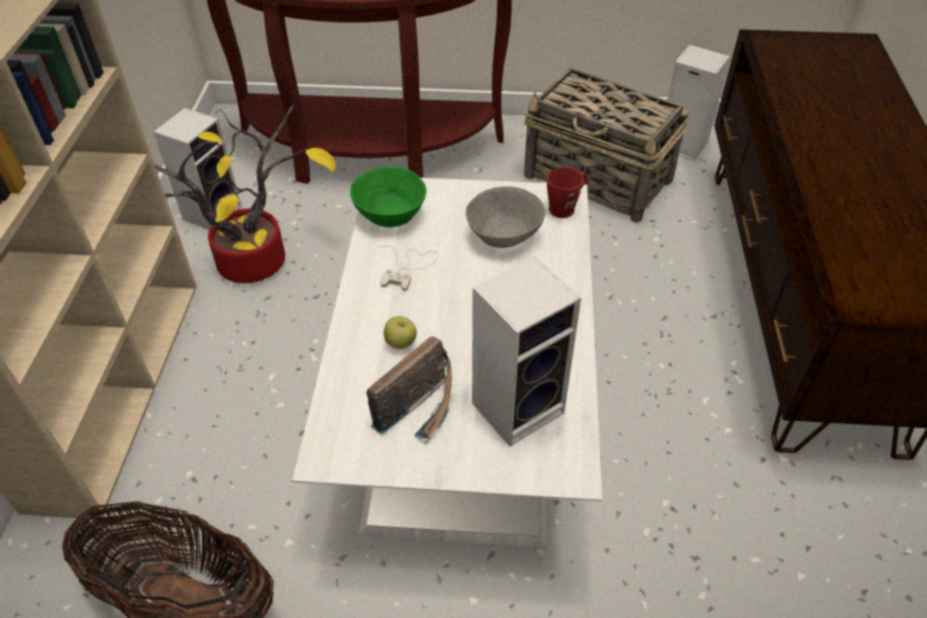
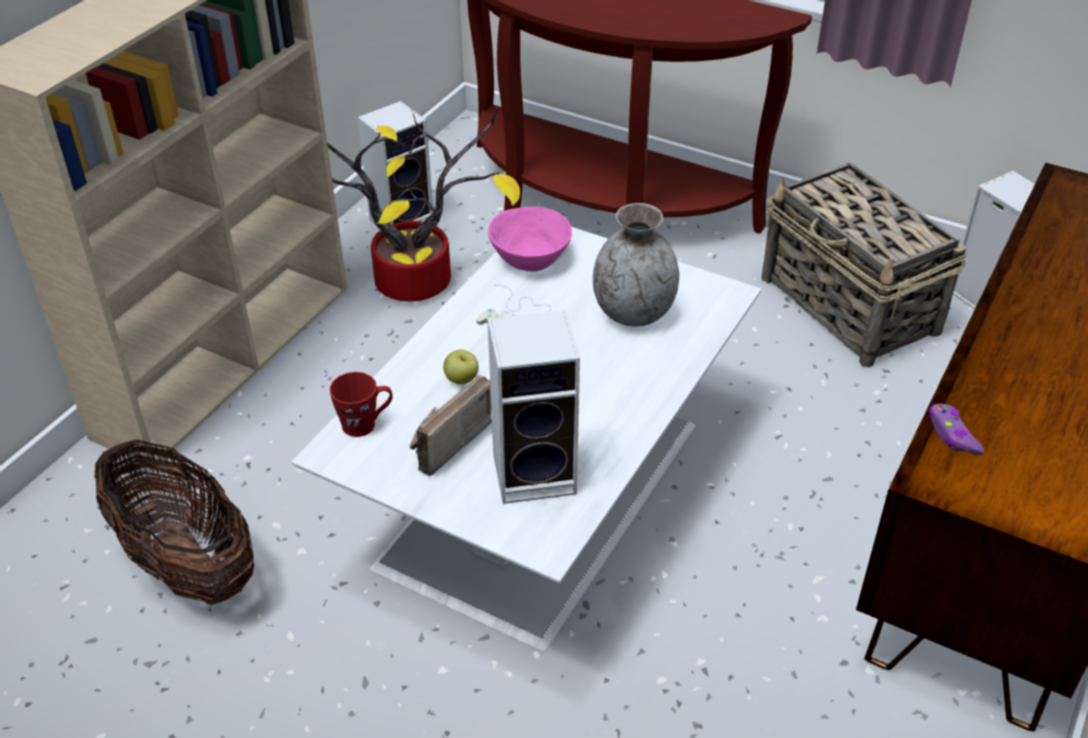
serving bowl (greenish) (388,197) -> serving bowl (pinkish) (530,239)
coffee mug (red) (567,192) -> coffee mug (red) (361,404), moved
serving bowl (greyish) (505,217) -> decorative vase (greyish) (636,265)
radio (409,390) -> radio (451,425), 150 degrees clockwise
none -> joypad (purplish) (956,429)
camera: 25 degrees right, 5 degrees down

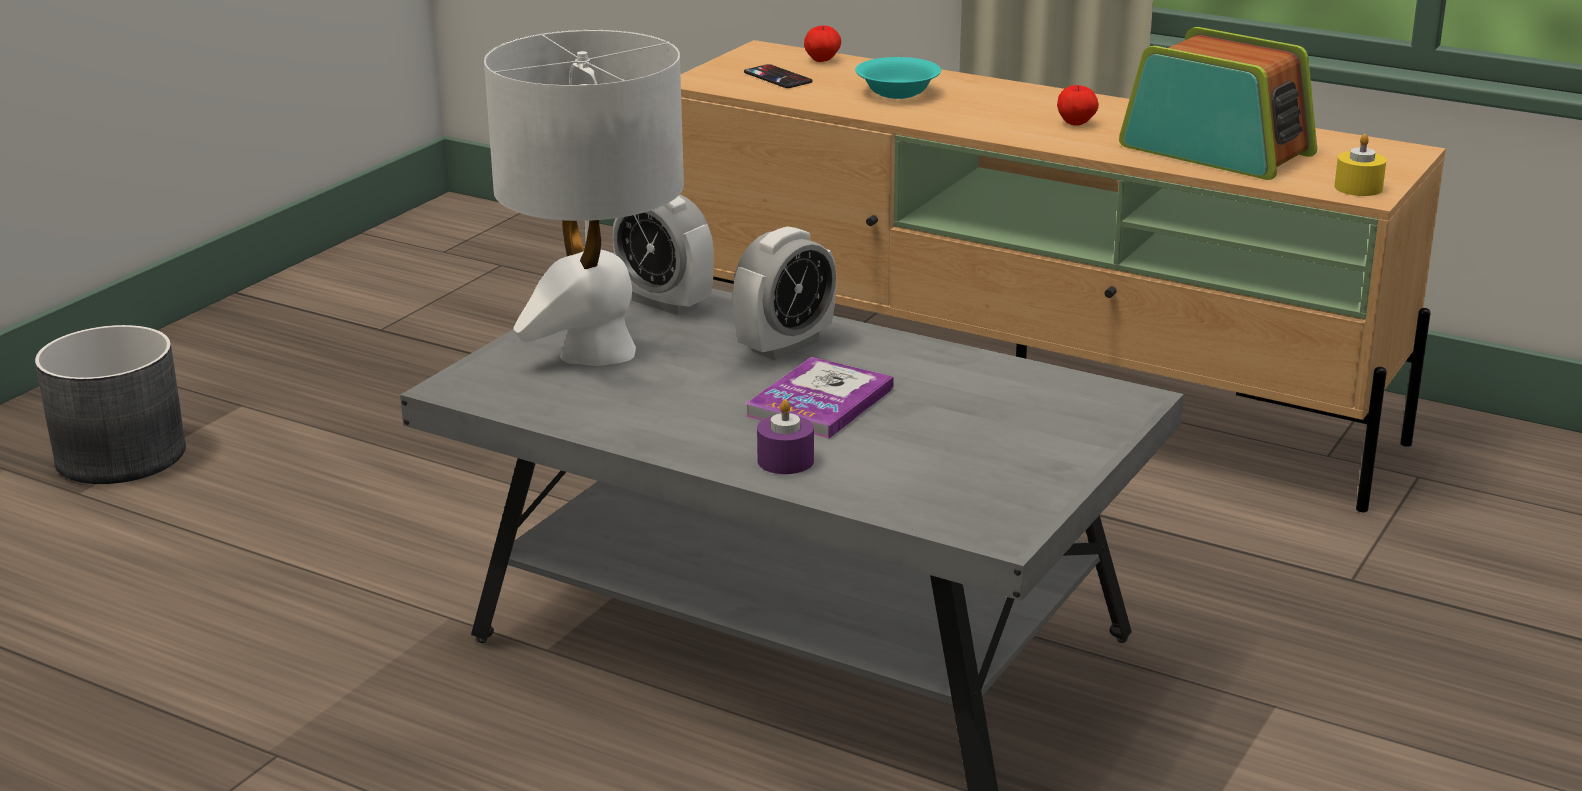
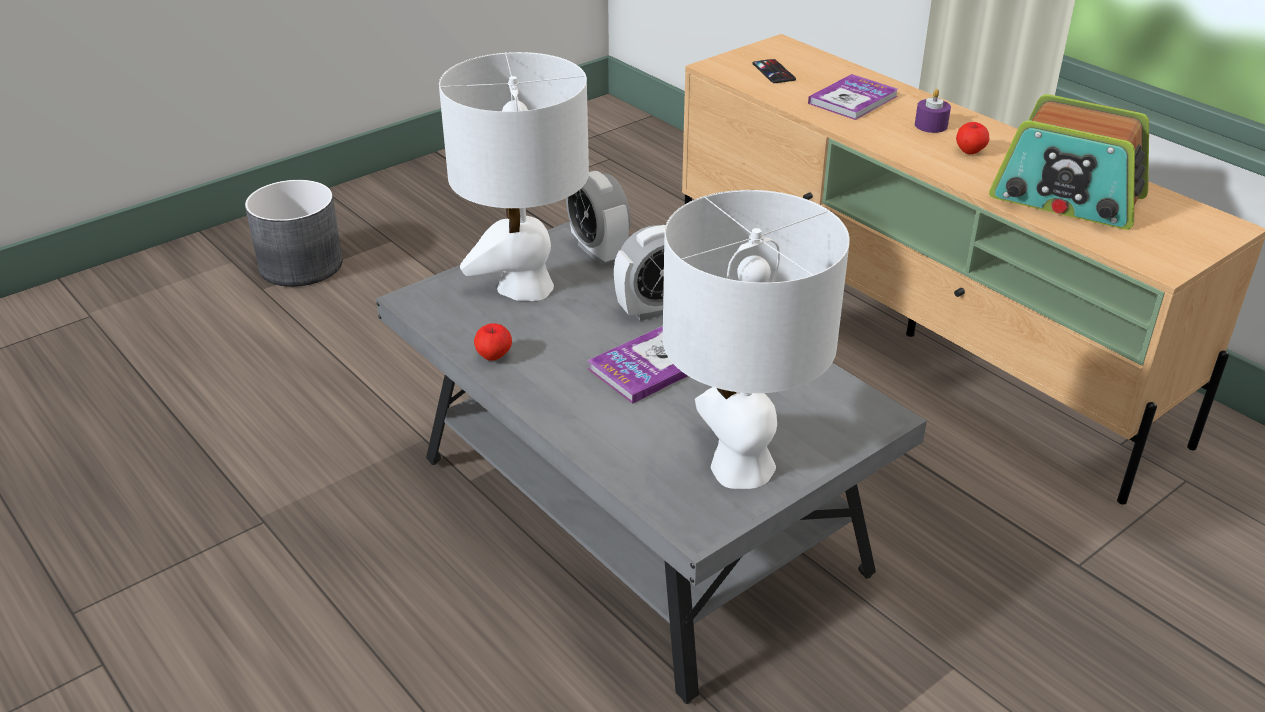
apple (822,44) -> apple (493,342), moved
radio (1218,103) -> radio (1069,161), 150 degrees clockwise
serving bowl (turquoise) (898,78) -> volume (853,97)
wax light (yellow) (1360,165) -> none
wax light (purplish) (785,436) -> wax light (purplish) (933,111), moved
none -> table lamp (white) (756,339)
camera: 20 degrees right, 10 degrees up

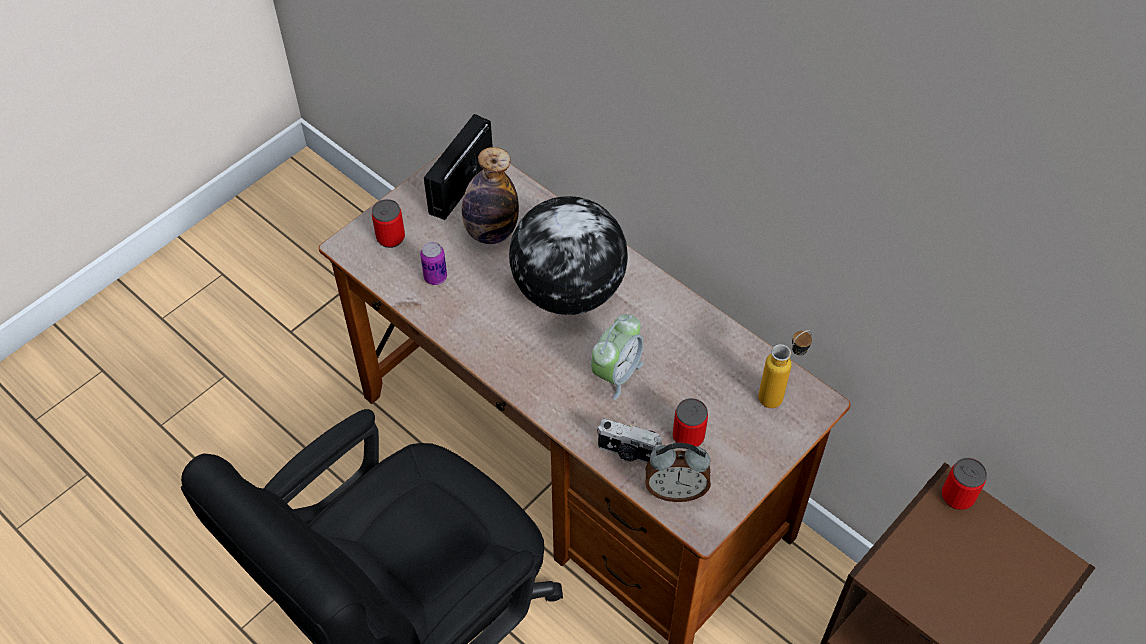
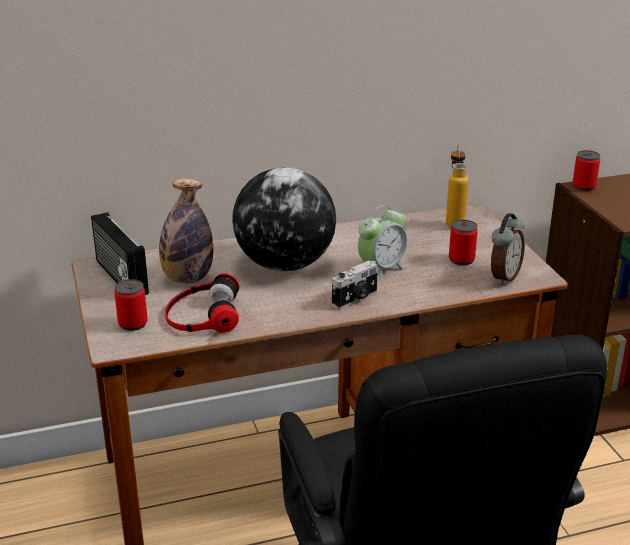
metal can (433,263) -> headphones (202,303)
bedside clock (617,357) -> bedside clock (382,242), 75 degrees clockwise
still camera (629,441) -> still camera (355,285), moved
camera: 60 degrees left, 25 degrees down

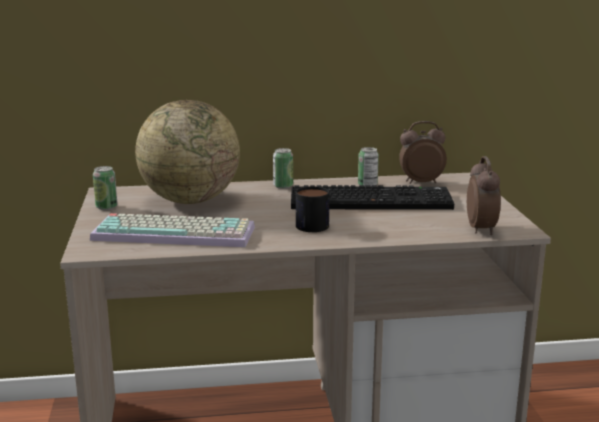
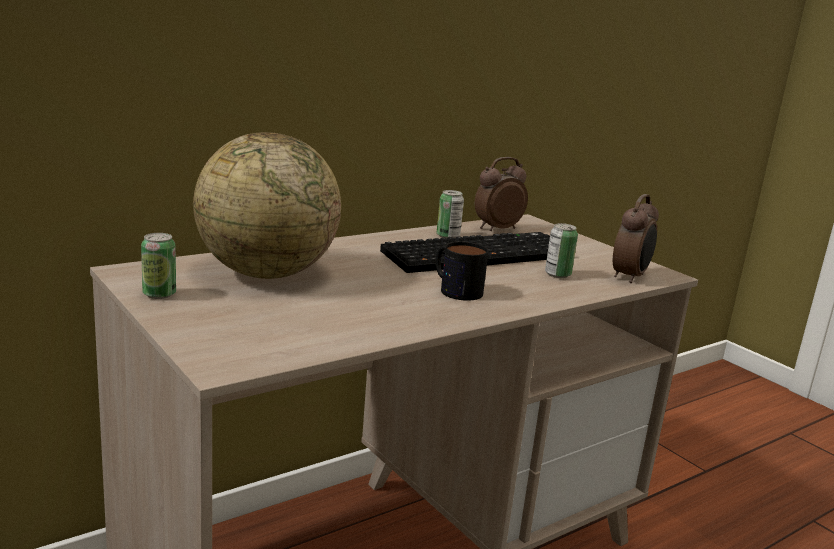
metal can (283,168) -> metal can (561,250), moved
bedside clock (484,195) -> bedside clock (636,238), 60 degrees clockwise
keyboard (172,230) -> none
camera: 30 degrees left, 0 degrees up

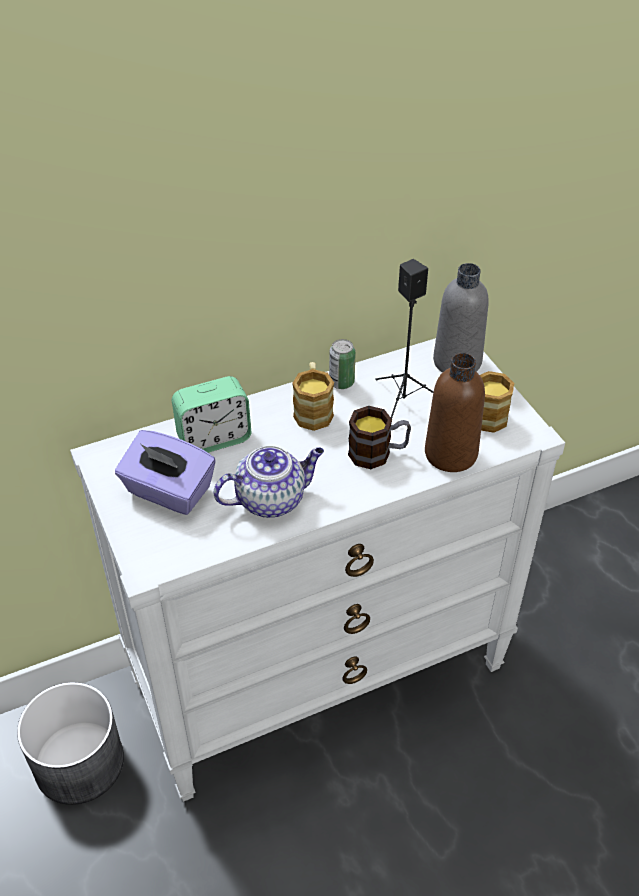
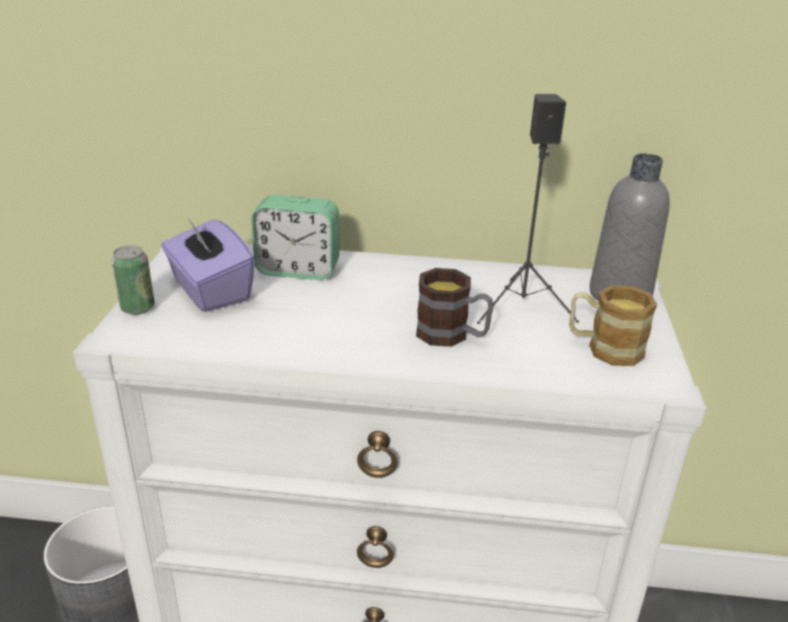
metal can (342,364) -> metal can (133,280), moved
drink bottle (brown-coloured) (455,412) -> none
coffee mug (313,396) -> none
pot for tea (269,482) -> none
camera: 30 degrees right, 15 degrees down

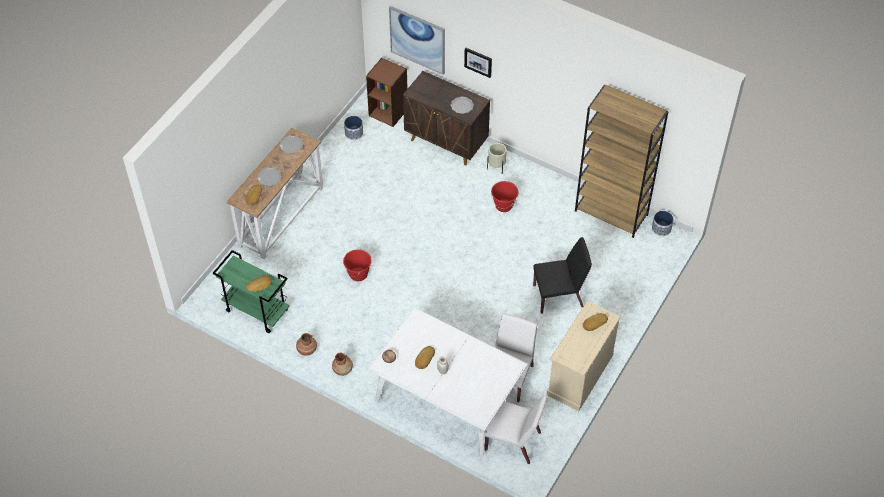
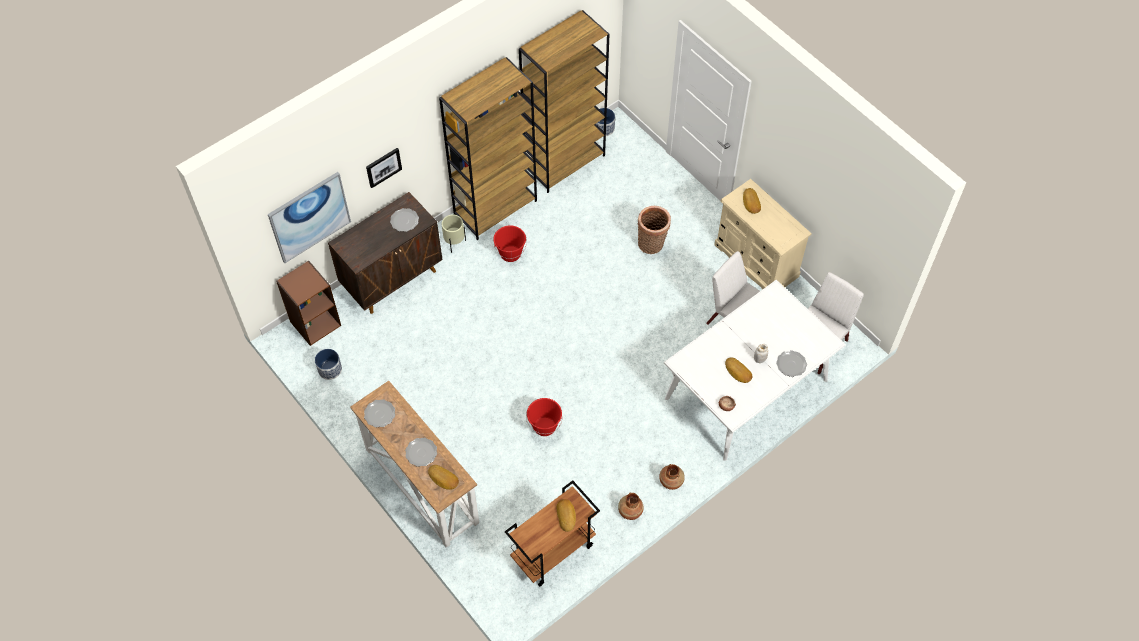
upright chair (blackish) (562,275) -> storage basket (654,230)
wheeled cart (greenish) (251,291) -> wheeled cart (brown-coloured) (552,533)
none -> shelving unit (brown-coloured) (488,148)
none -> flat dish (791,363)
camera: 70 degrees left, 5 degrees up

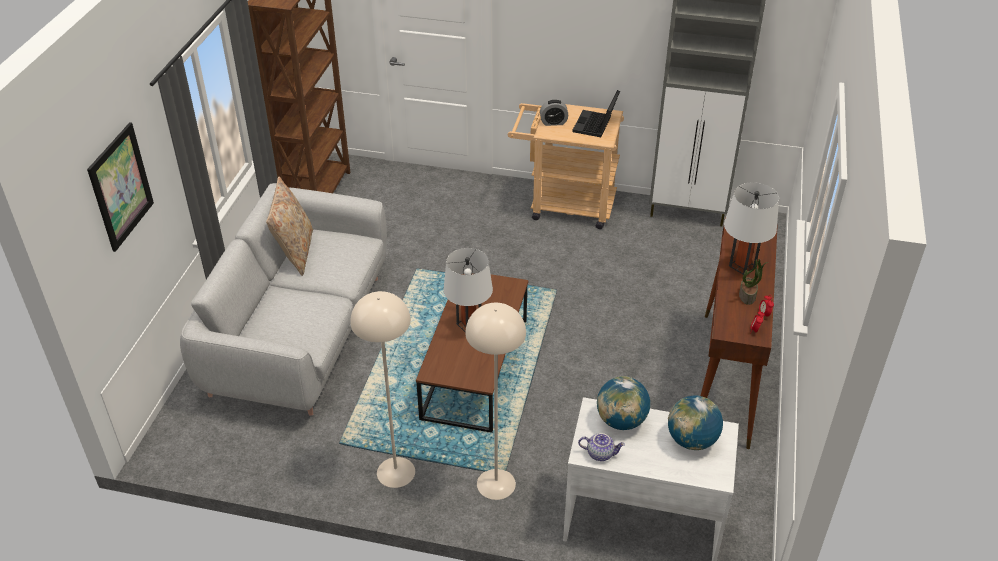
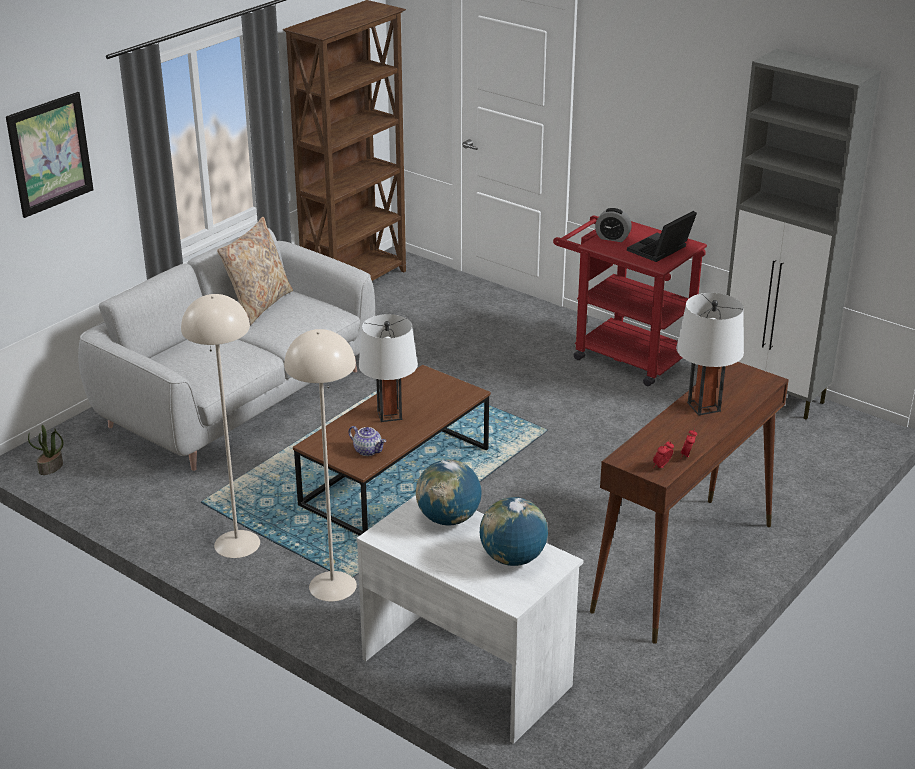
wheeled cart (beige-coloured) (566,166) -> wheeled cart (red) (630,300)
houseplant (753,282) -> houseplant (46,450), moved
pot for tea (601,447) -> pot for tea (367,441), moved
camera: 25 degrees right, 10 degrees down

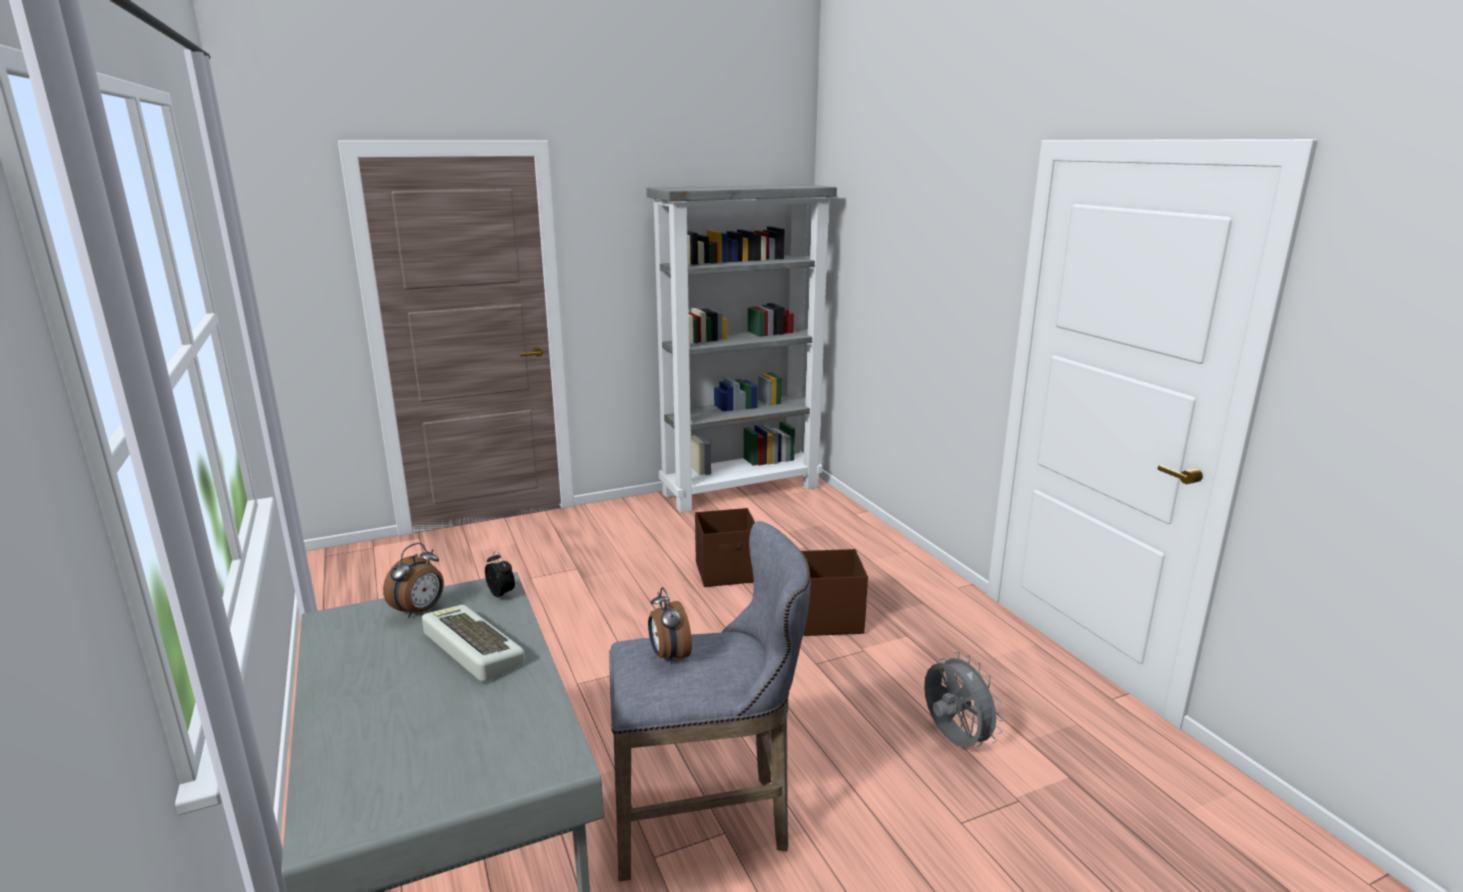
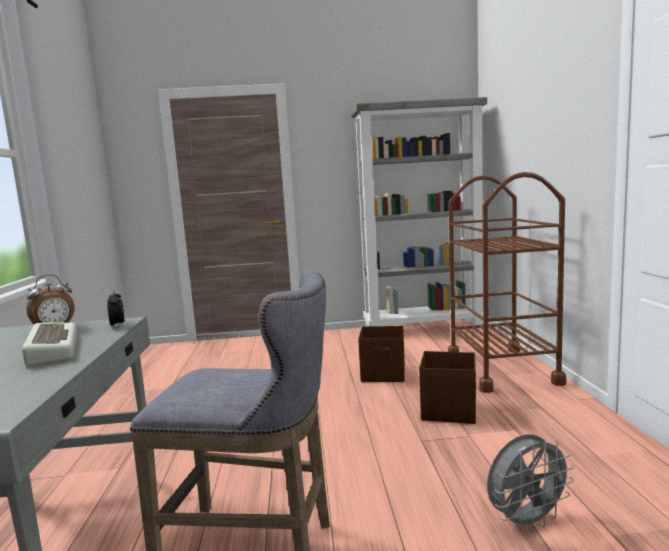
bedside clock (670,626) -> none
fan (greyish) (964,700) -> fan (greyish) (531,483), 75 degrees clockwise
none -> wheeled cart (brown-coloured) (507,282)
camera: 20 degrees right, 10 degrees down

